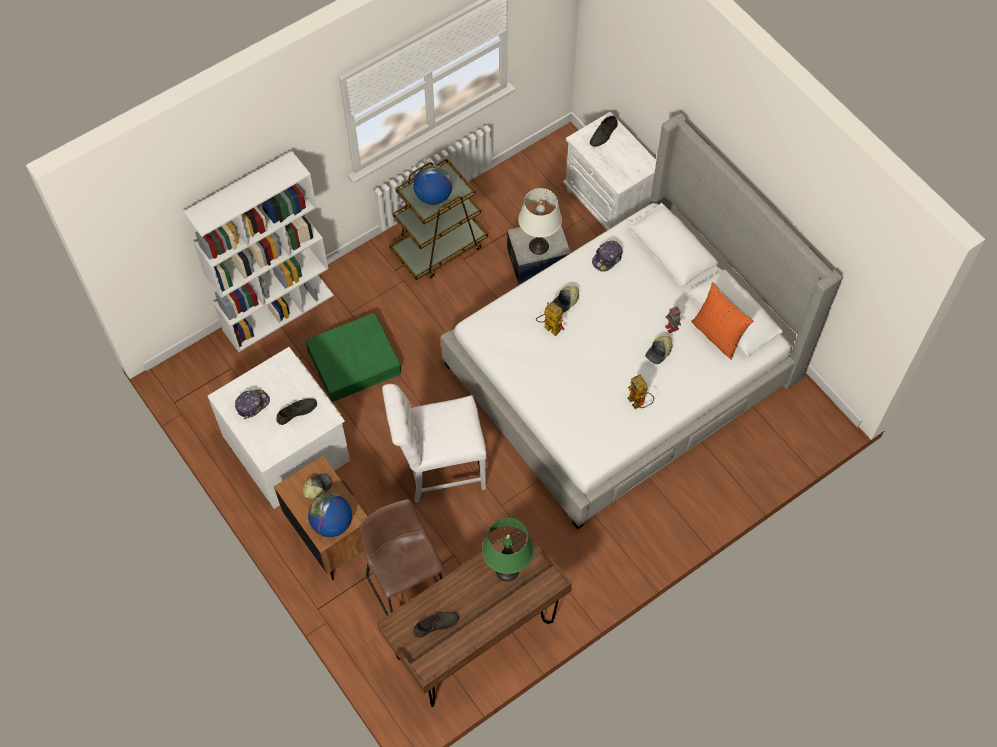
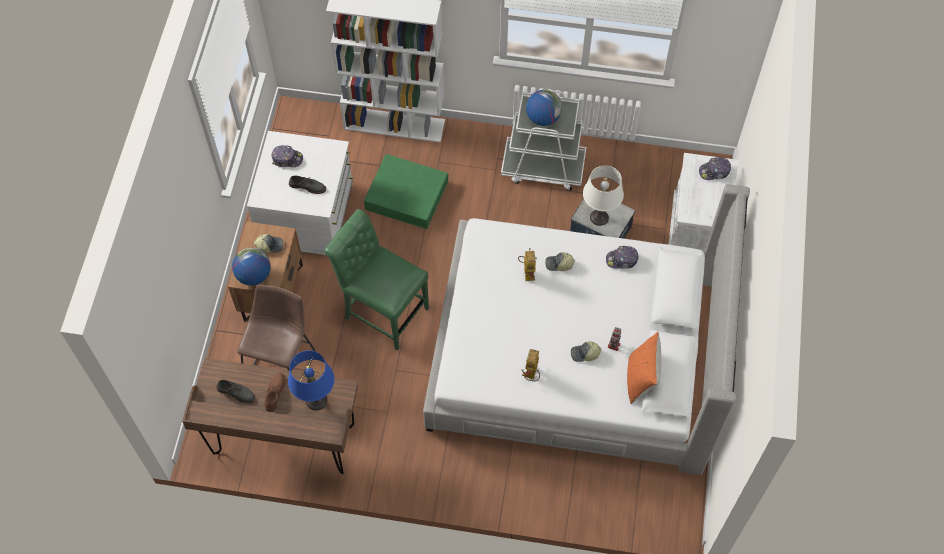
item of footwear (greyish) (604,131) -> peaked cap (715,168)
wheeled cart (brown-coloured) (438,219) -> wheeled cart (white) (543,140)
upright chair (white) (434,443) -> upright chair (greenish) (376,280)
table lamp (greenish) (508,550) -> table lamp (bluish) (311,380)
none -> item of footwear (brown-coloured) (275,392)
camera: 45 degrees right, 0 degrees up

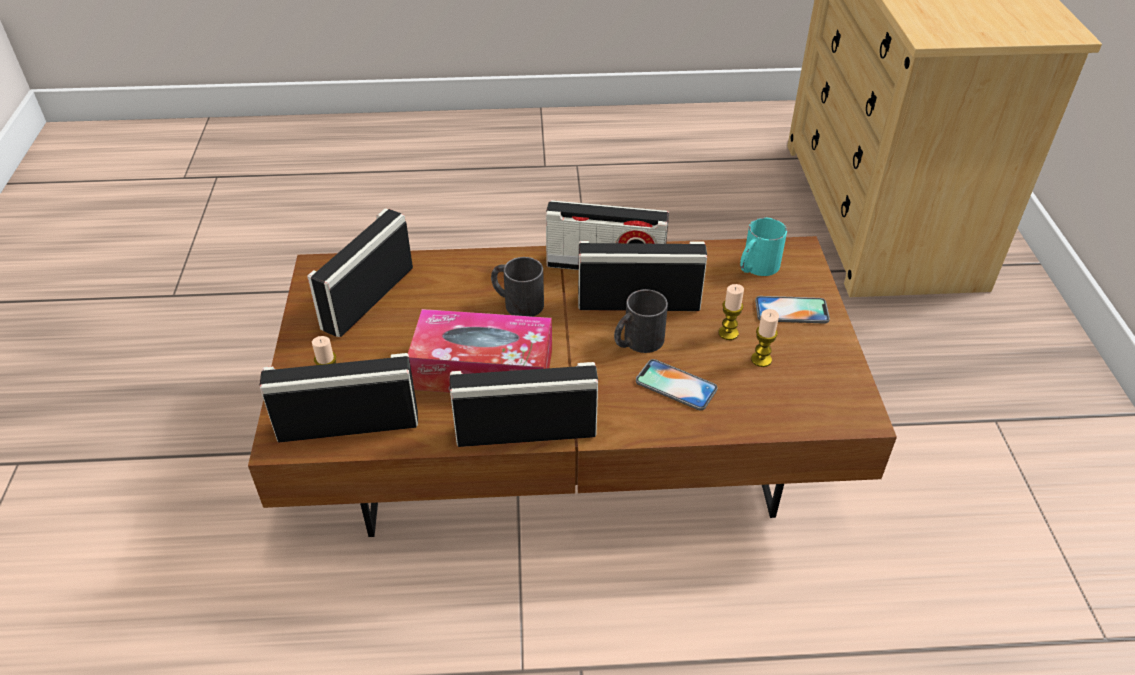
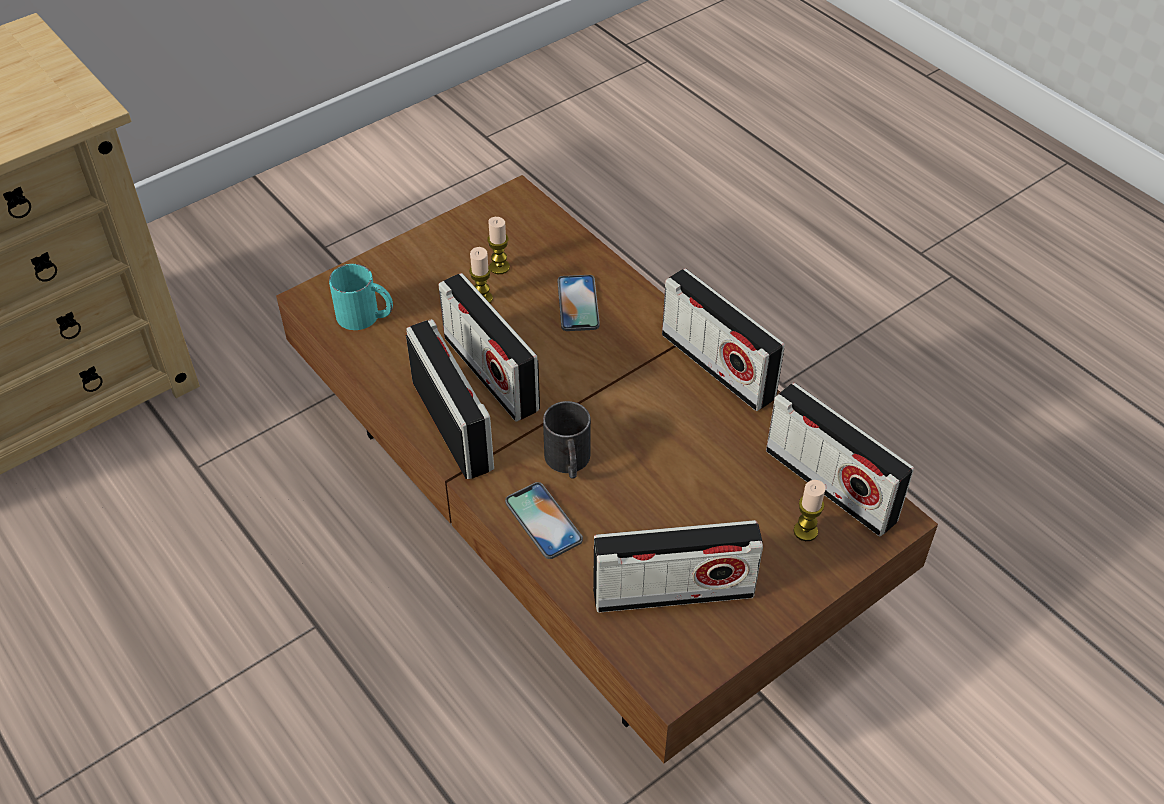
coffee mug (blackish) (641,321) -> none
telephone (792,310) -> telephone (544,520), moved
tissue box (480,351) -> none
camera: 125 degrees left, 5 degrees up

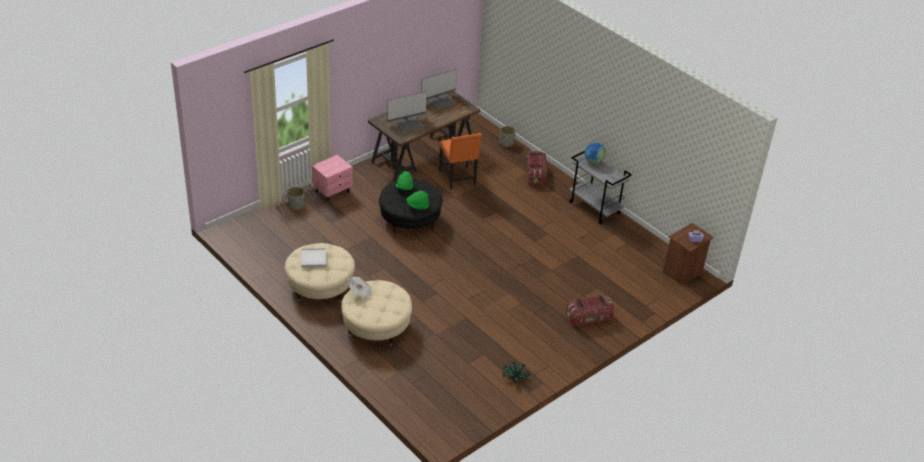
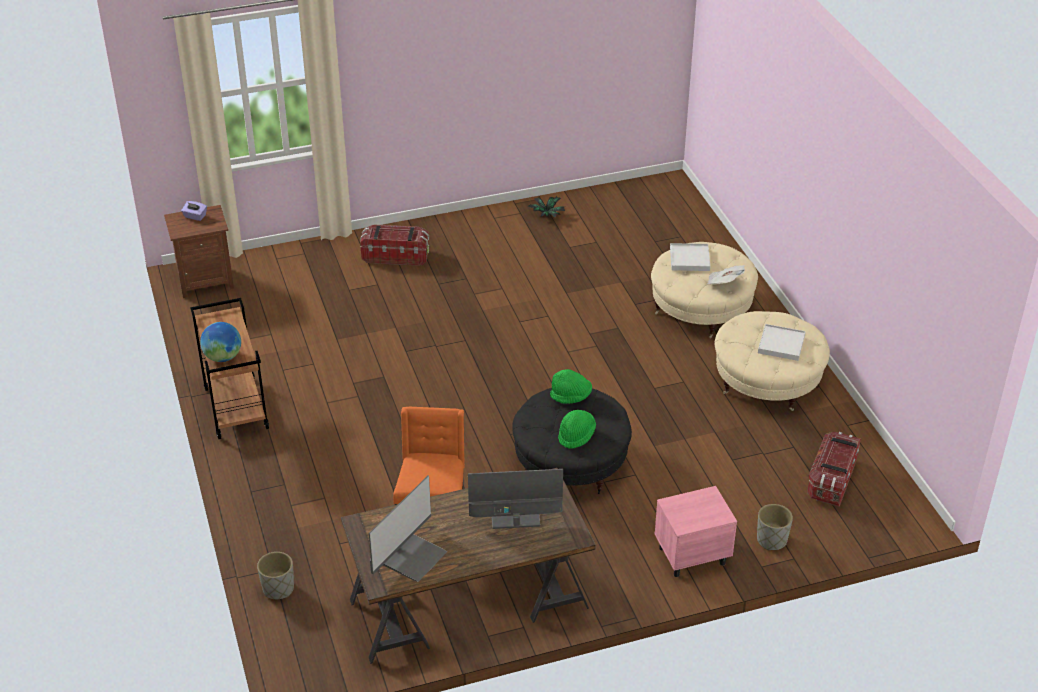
monitor (439,89) -> monitor (408,528), 135 degrees clockwise
storage container (537,167) -> storage container (834,469), moved
wheeled cart (greyish) (600,187) -> wheeled cart (brown-coloured) (229,368)
none -> tray (white) (690,257)
camera: 155 degrees left, 0 degrees up

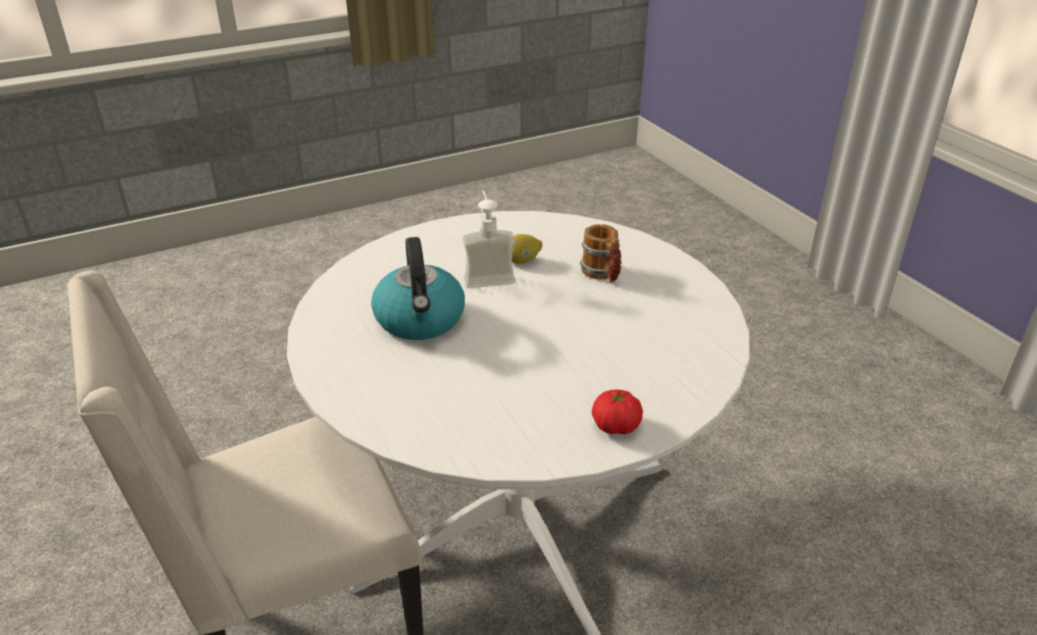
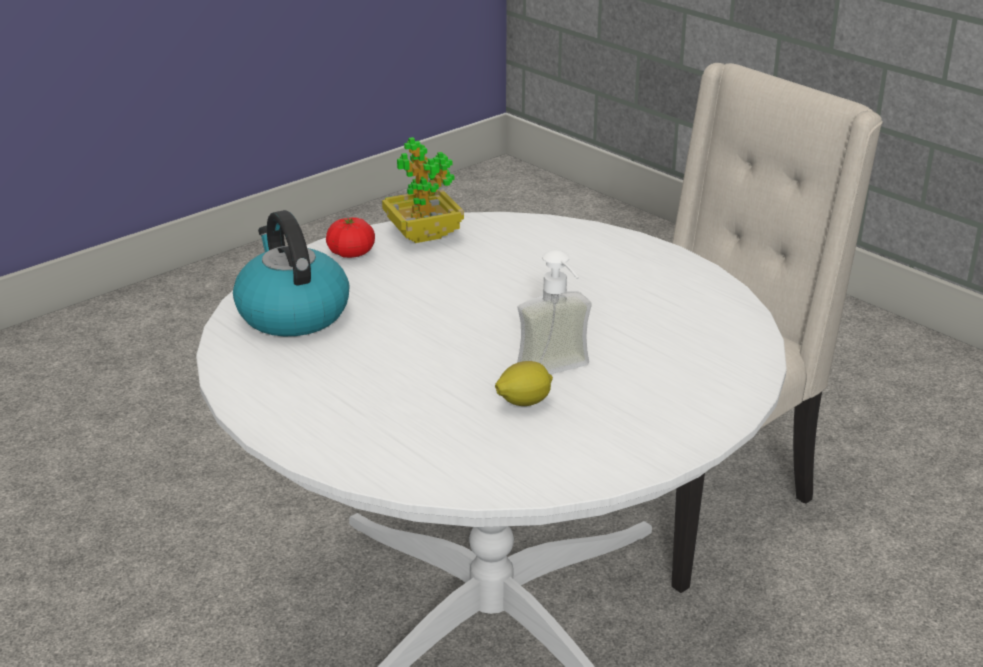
coffee mug (600,253) -> none
kettle (418,288) -> kettle (291,273), moved
none -> houseplant (423,190)
camera: 165 degrees right, 5 degrees down

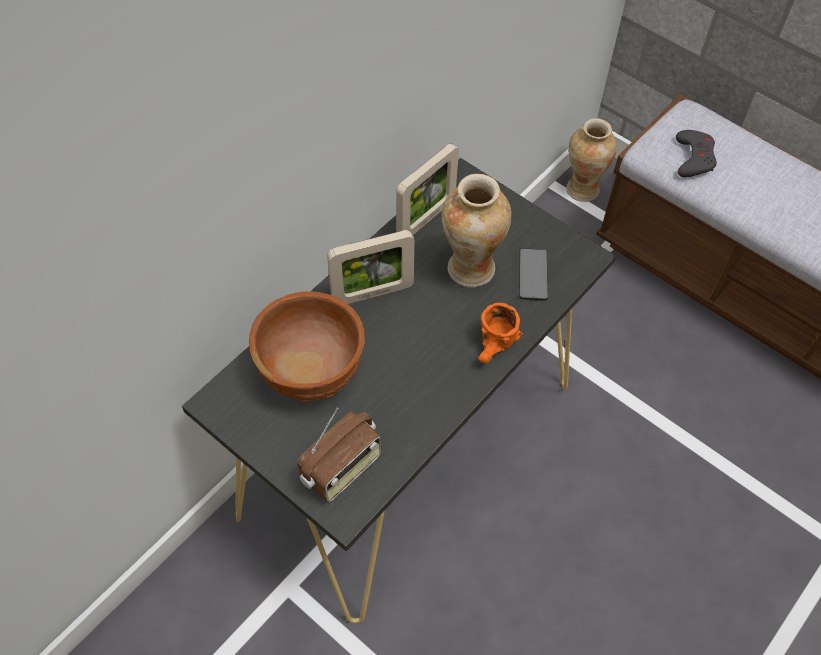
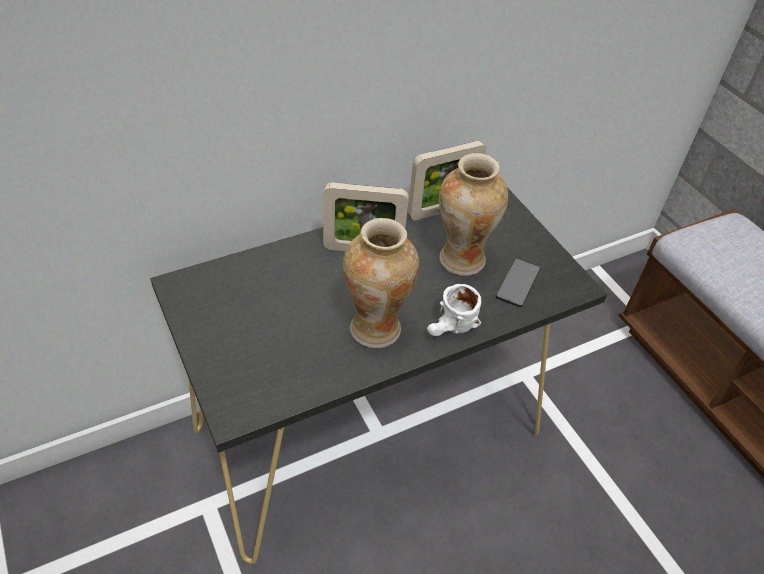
decorative vase (591,160) -> decorative vase (381,283), moved
joypad (greyish) (696,154) -> none
serving bowl (brown-coloured) (307,346) -> none
coffee mug (orange) (501,333) -> coffee mug (white) (454,310)
radio (339,455) -> none
camera: 20 degrees right, 10 degrees down

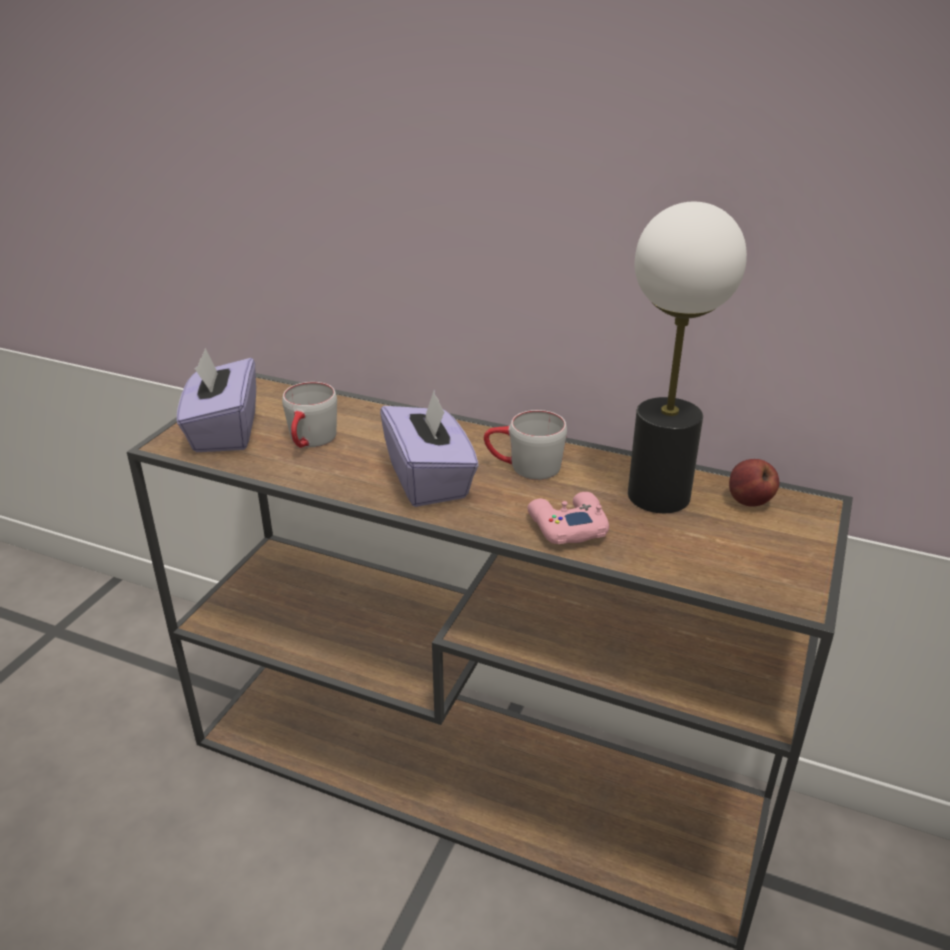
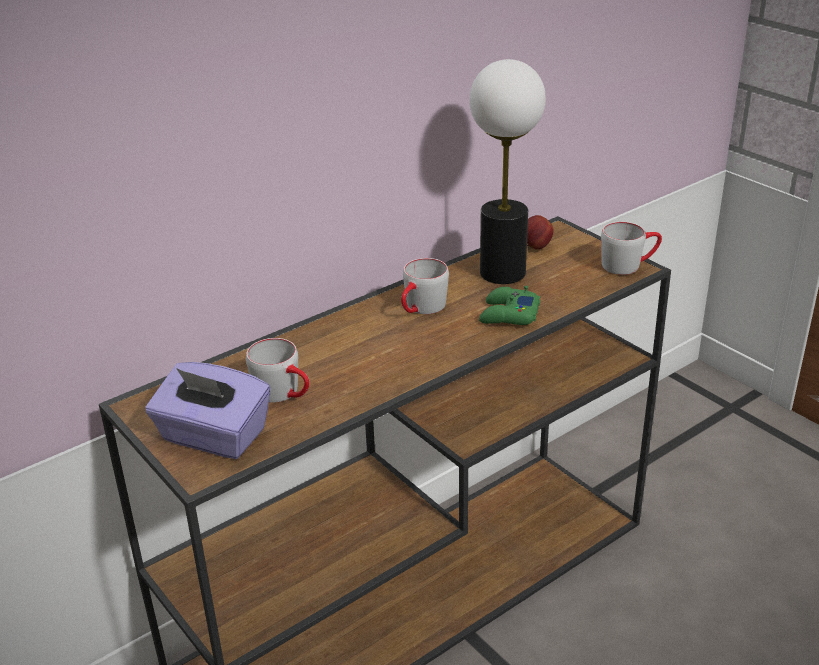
tissue box (purplish) (429,448) -> none
joypad (pinkish) (568,518) -> joypad (greenish) (509,305)
none -> coffee mug (greyish) (631,248)
camera: 60 degrees left, 0 degrees up

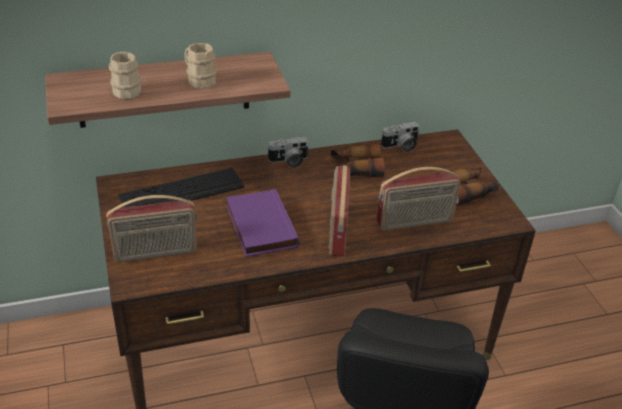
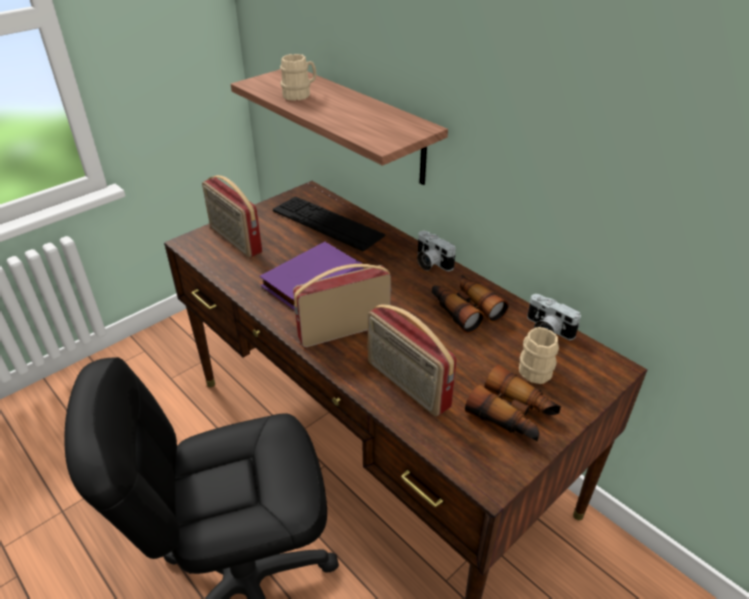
coffee mug (beige-coloured) (201,65) -> coffee mug (beige-coloured) (539,355), moved
camera: 65 degrees right, 0 degrees up

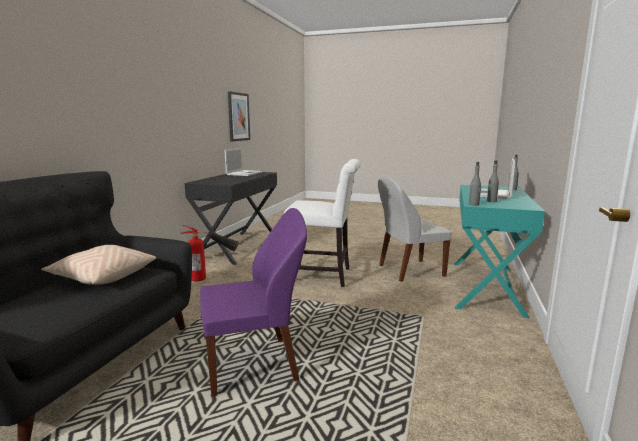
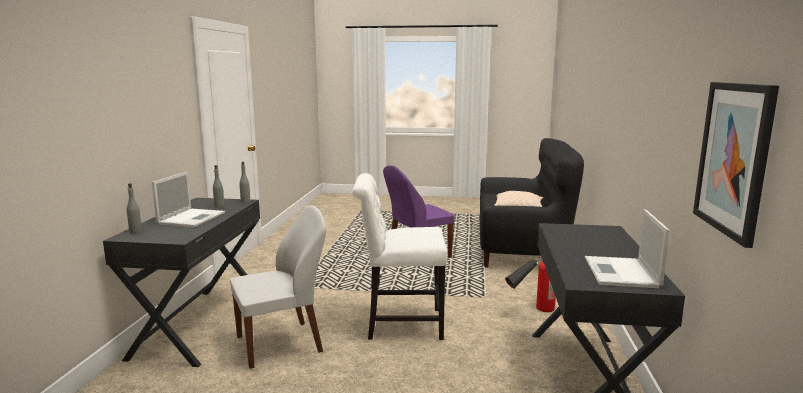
desk (turquoise) (499,251) -> desk (blackish) (181,282)
camera: 170 degrees right, 0 degrees up

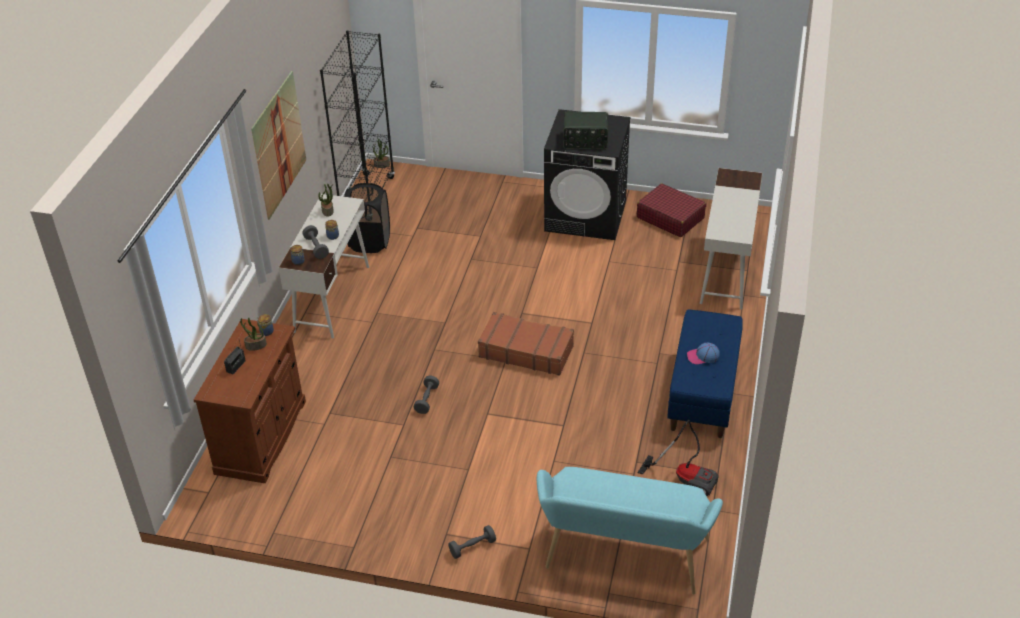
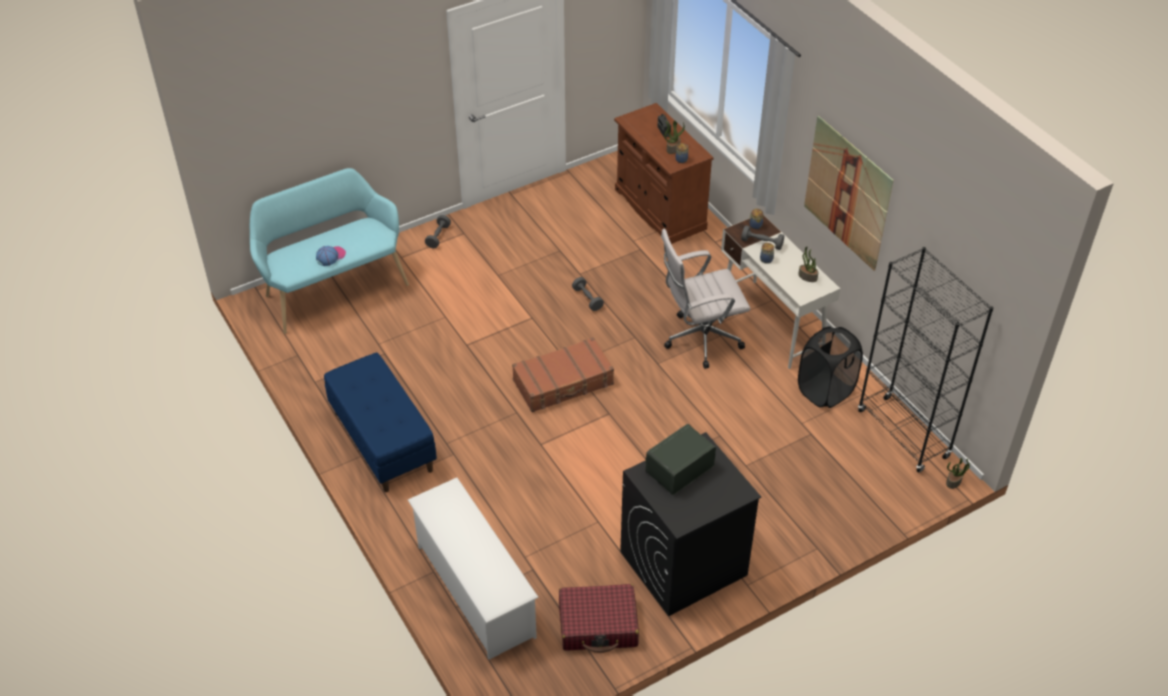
desk (white) (731,239) -> shoe shelf (white) (473,569)
peaked cap (703,353) -> peaked cap (331,256), moved
vacuum (678,458) -> none
none -> desk chair (white) (705,299)
camera: 135 degrees right, 5 degrees up

